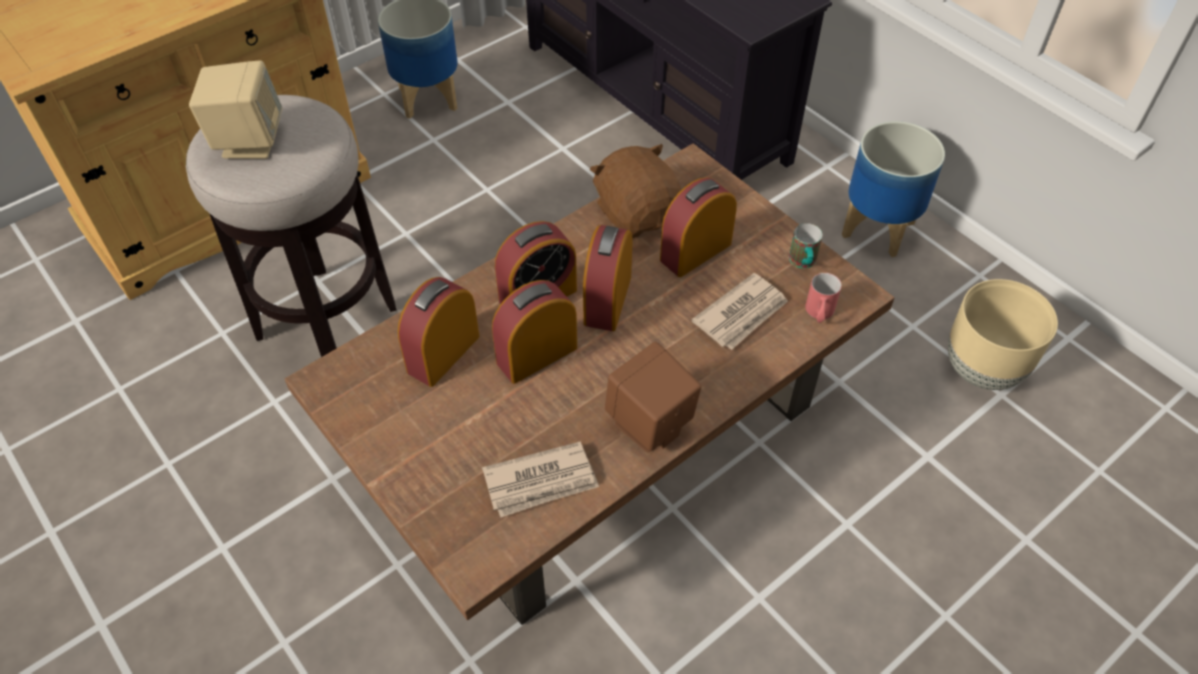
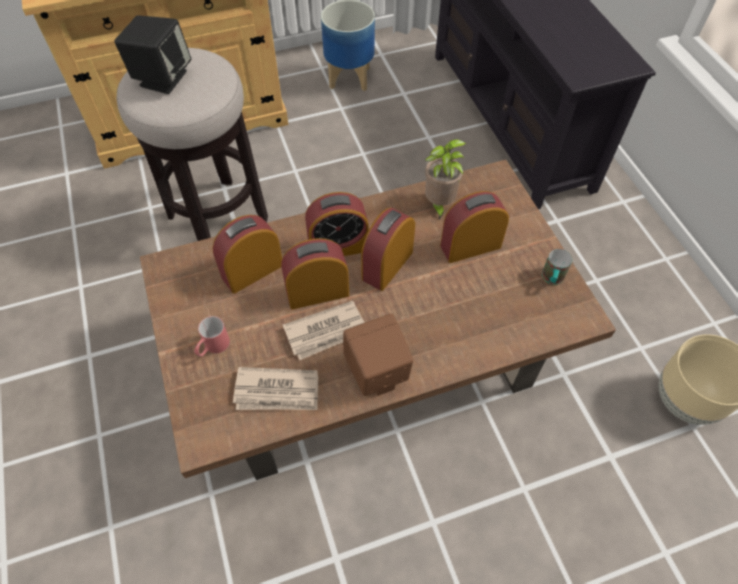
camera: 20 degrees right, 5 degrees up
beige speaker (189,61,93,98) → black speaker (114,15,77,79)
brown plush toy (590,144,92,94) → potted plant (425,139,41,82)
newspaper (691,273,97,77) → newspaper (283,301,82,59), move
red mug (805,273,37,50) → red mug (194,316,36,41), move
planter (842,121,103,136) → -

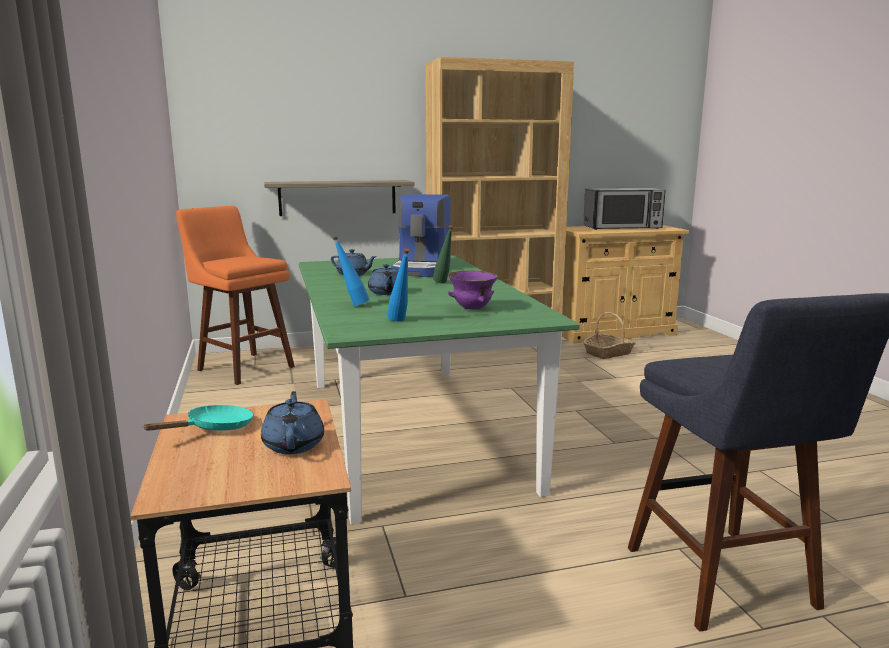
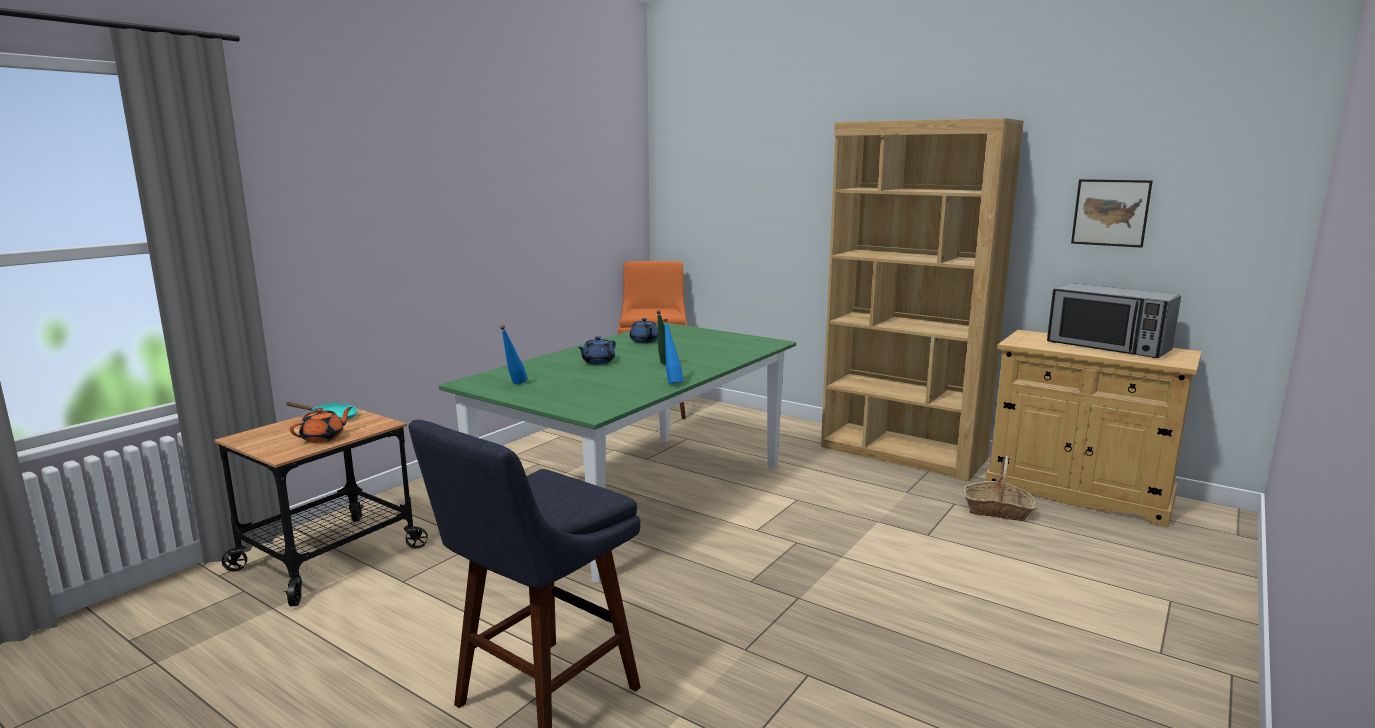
camera: 50 degrees right, 0 degrees up
blue teapot (261,391,63,63) → orange teapot (290,407,62,36)
shelf (264,180,151,36) → -
blue bottle (333,237,37,69) → blue bottle (663,319,21,65), move
coffee machine (391,194,60,83) → -
purple bowl (448,271,50,38) → -
- → picture (1071,179,82,69)

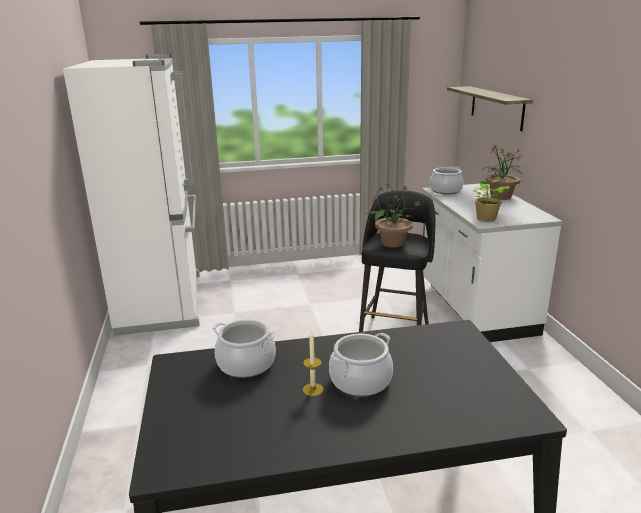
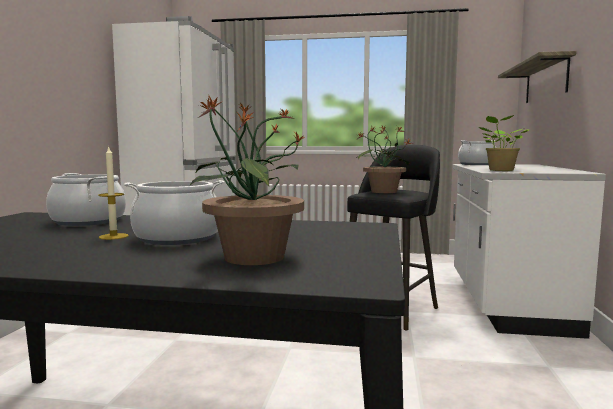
camera: 20 degrees right, 15 degrees down
potted plant (482,145,42,55) → potted plant (189,94,116,171), move

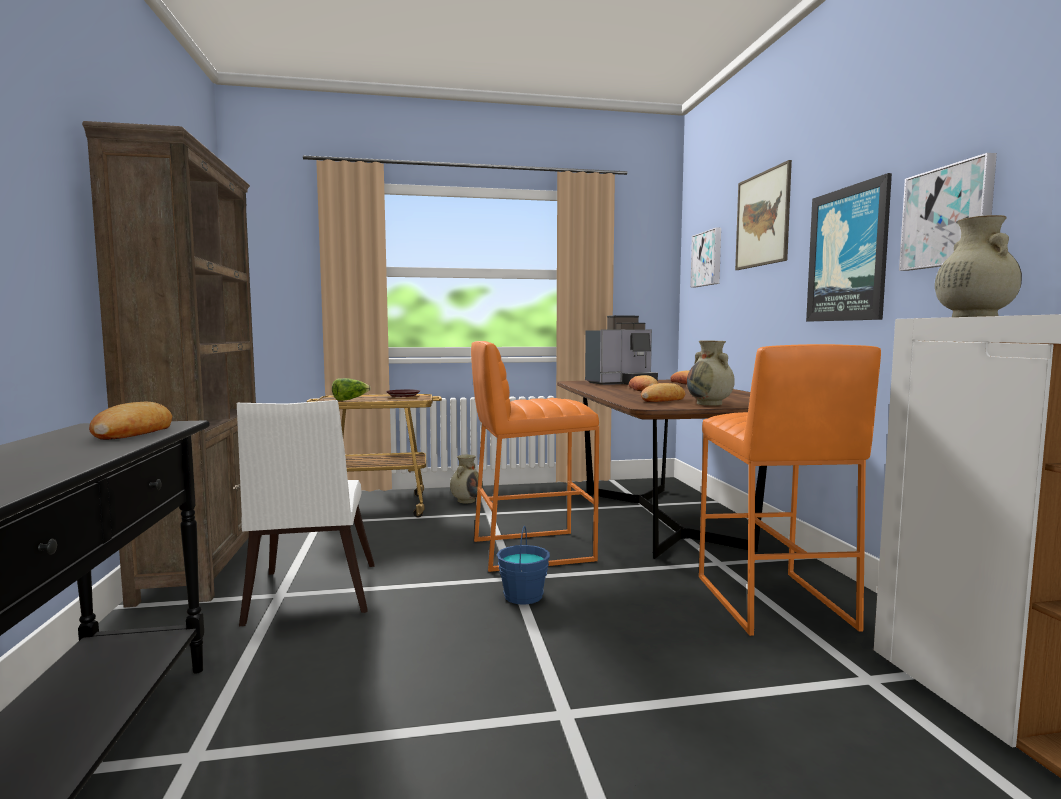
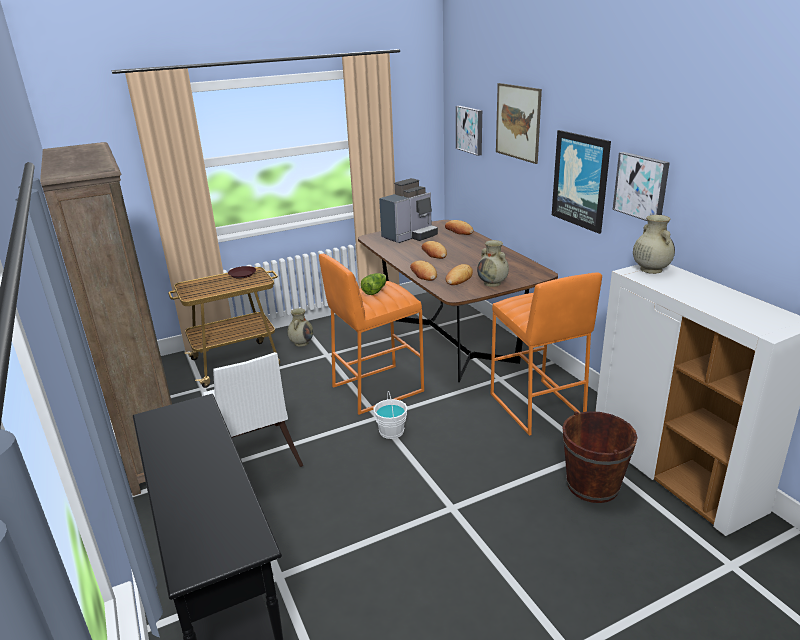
camera: 15 degrees left, 20 degrees up
bread (89,402,83,38) → bread (410,261,27,20), move
lettuce (332,378,39,23) → lettuce (361,273,25,22), move
blue bucket (497,526,53,79) → white bucket (374,391,34,48)
- → brown bucket (562,411,76,92)

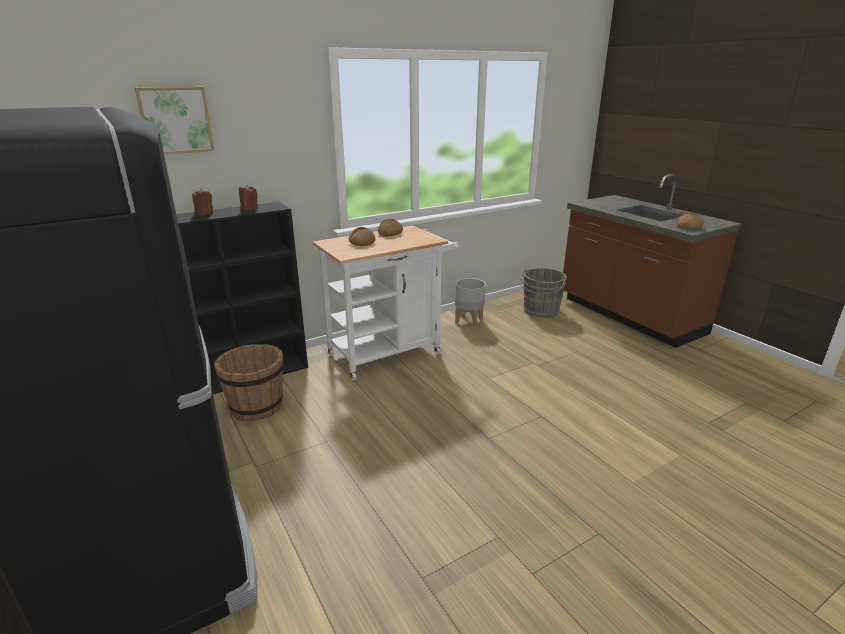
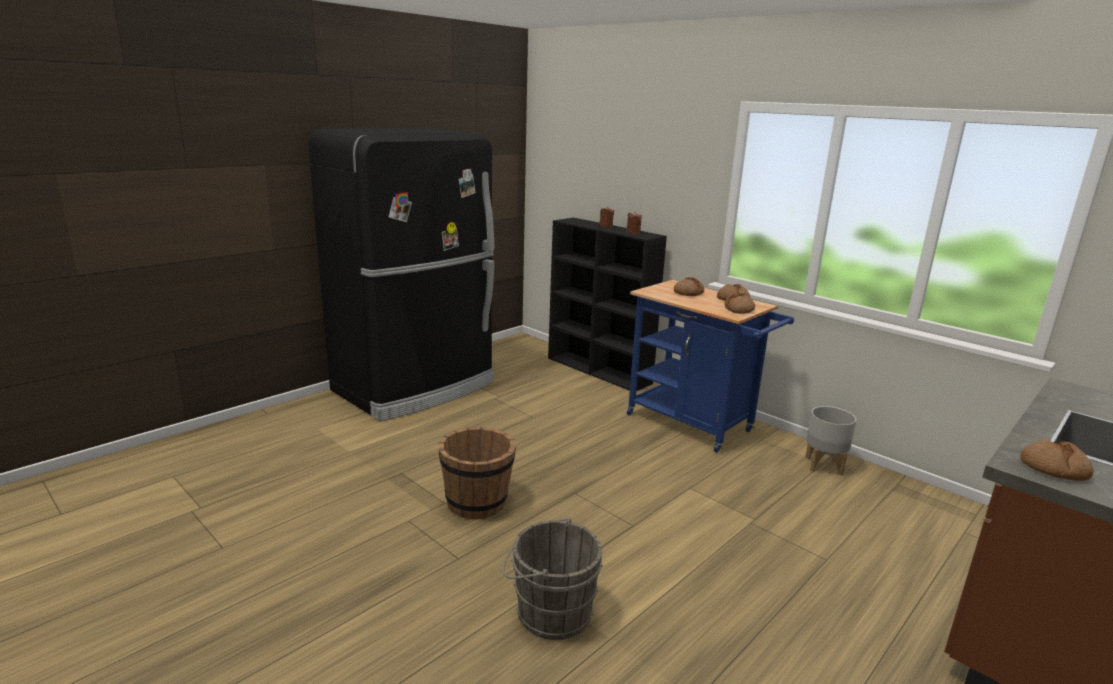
camera: 75 degrees right, 5 degrees down
picture (135,87,79,67) → -
brown bucket (215,344,69,77) → brown bucket (438,427,78,93), move
white cart (313,225,146,155) → blue cart (627,280,167,172)
grey bucket (519,268,48,50) → grey bucket (502,518,101,122), move
- → bread (724,293,31,21)

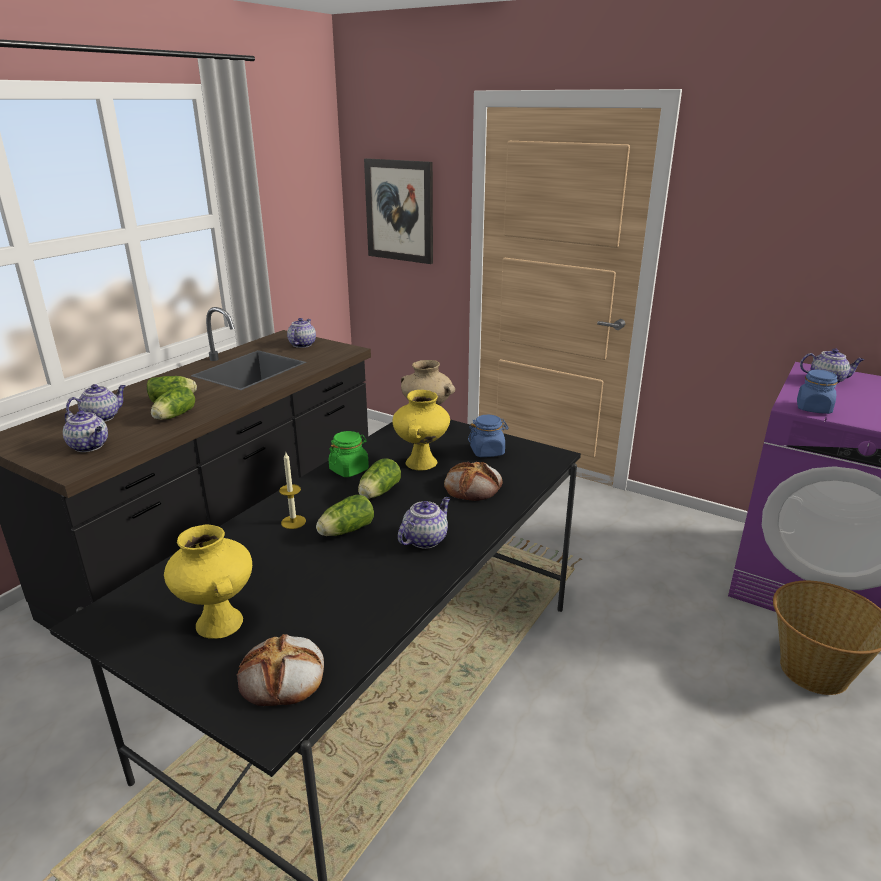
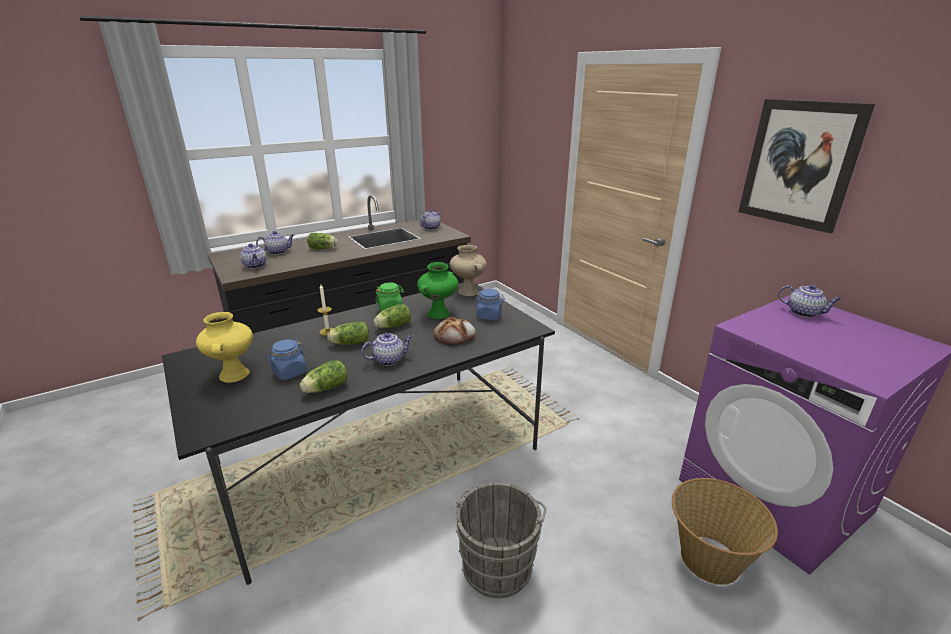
camera: 25 degrees right, 0 degrees up
lettuce (151,386,44,34) → lettuce (300,360,48,33), move
bread (237,634,87,72) → -
picture (364,158,69,106) → picture (738,99,137,134), move
yellow vase (392,390,58,81) → green vase (417,262,41,57)
blue jar (797,369,41,45) → blue jar (266,339,41,41), move
- → grey bucket (456,483,90,115)

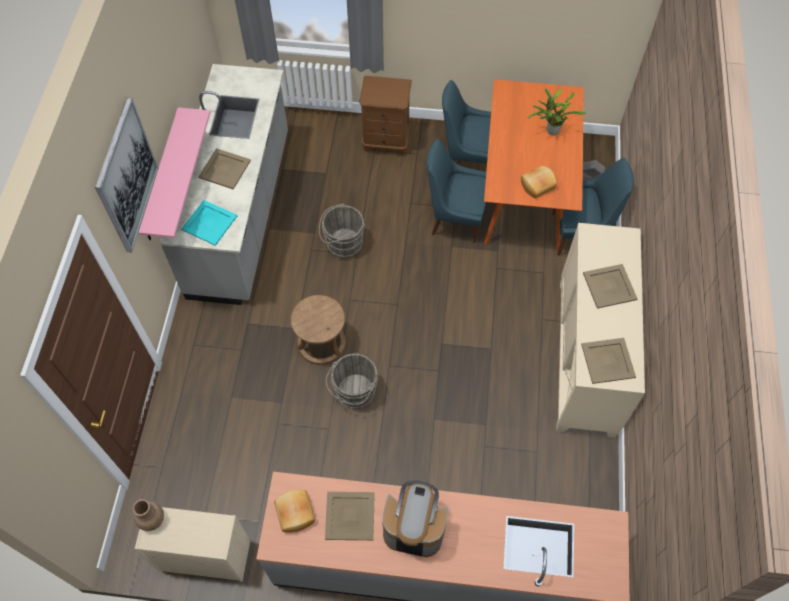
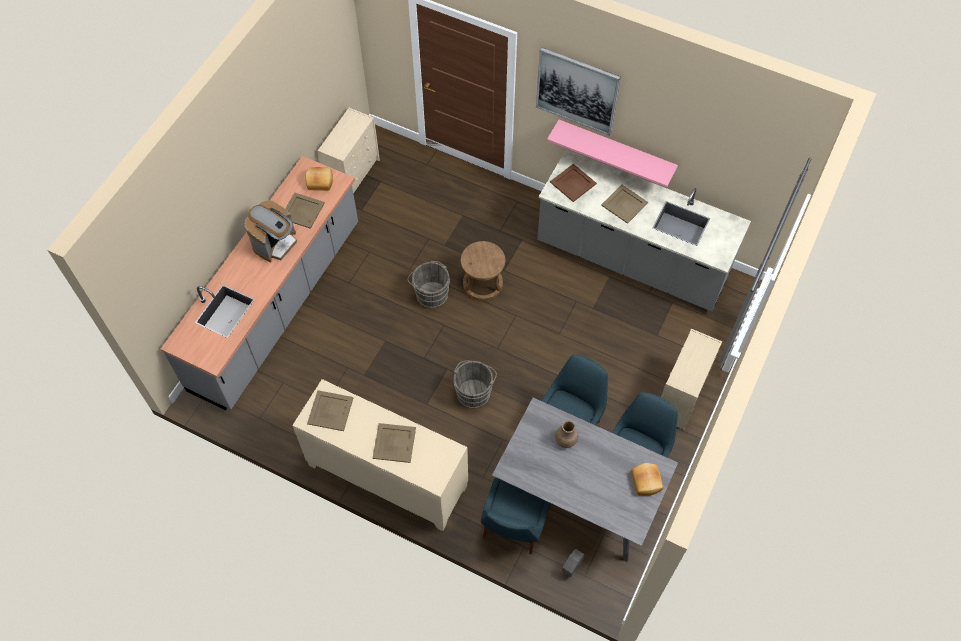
camera: 110 degrees right, 0 degrees up
brown vase (133,499,31,32) → brown vase (555,420,23,28), move
turquoise tray (181,200,56,46) → brown tray (550,164,47,38)
grey bucket (319,204,46,54) → grey bucket (453,361,44,47), move
brown nightstand (359,76,53,79) → beige dresser (661,329,61,101)
orange dining table (484,79,100,172) → grey dining table (492,398,186,164)
bread (521,166,36,33) → bread (631,463,32,33), move
potted plant (528,89,58,47) → -

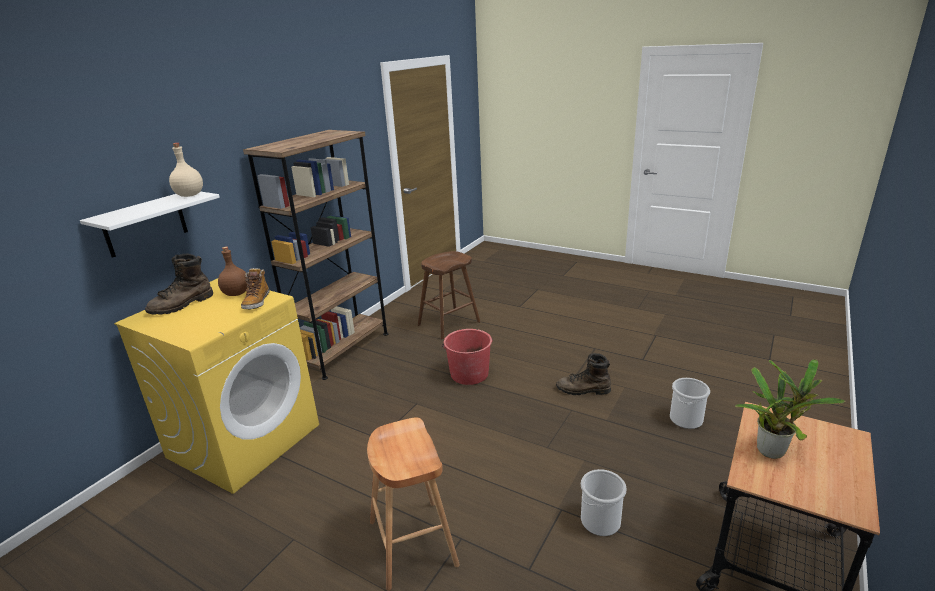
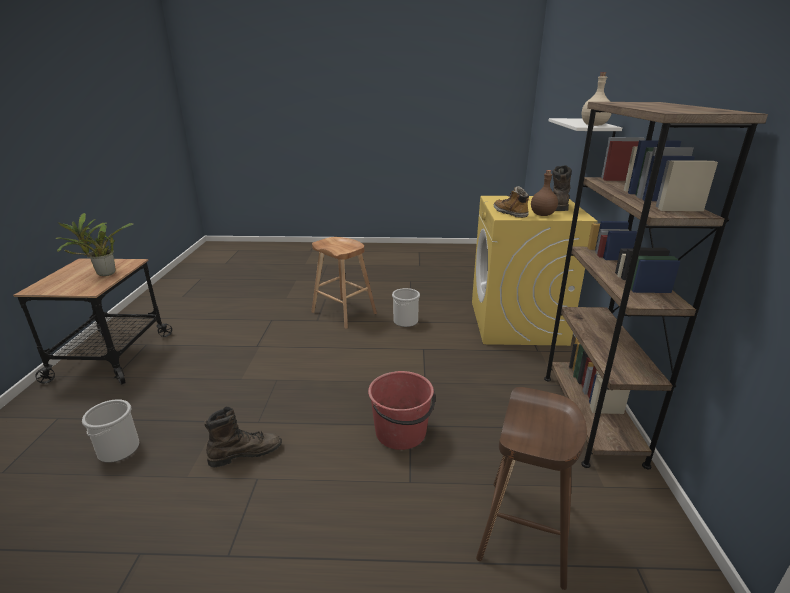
camera: 150 degrees right, 0 degrees up
bucket (581,469,46,67) → bucket (392,288,28,39), move

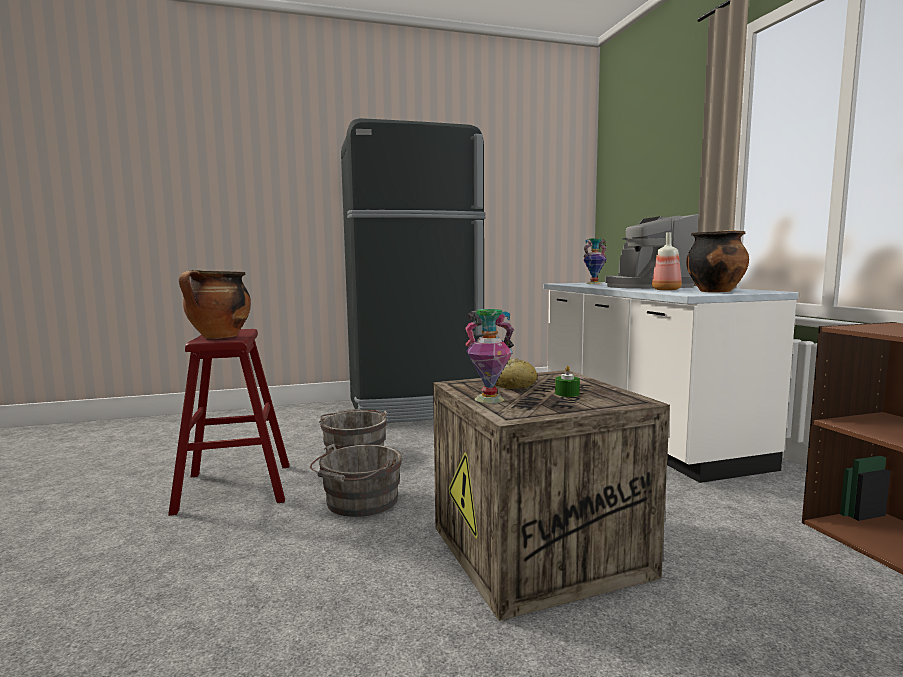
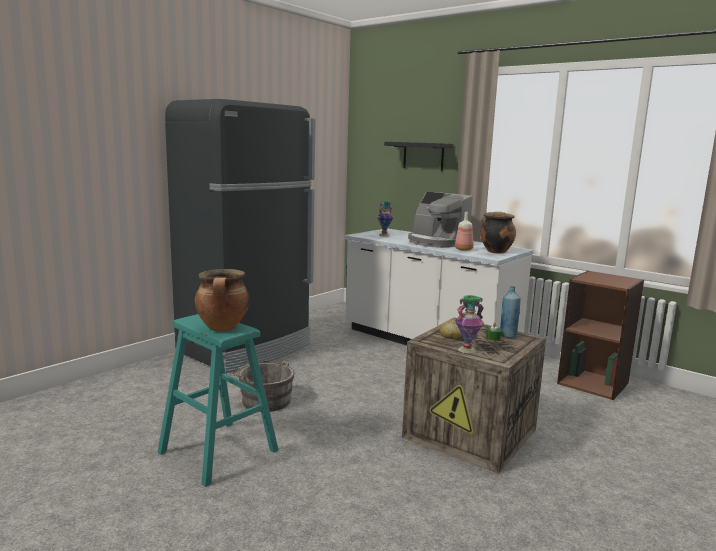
camera: 35 degrees left, 5 degrees up
red stool (168,329,121,187) → turquoise stool (158,314,121,173)
grey bucket (310,444,92,73) → -
- → black shelf (384,142,69,29)
- → blue bottle (500,286,20,52)

